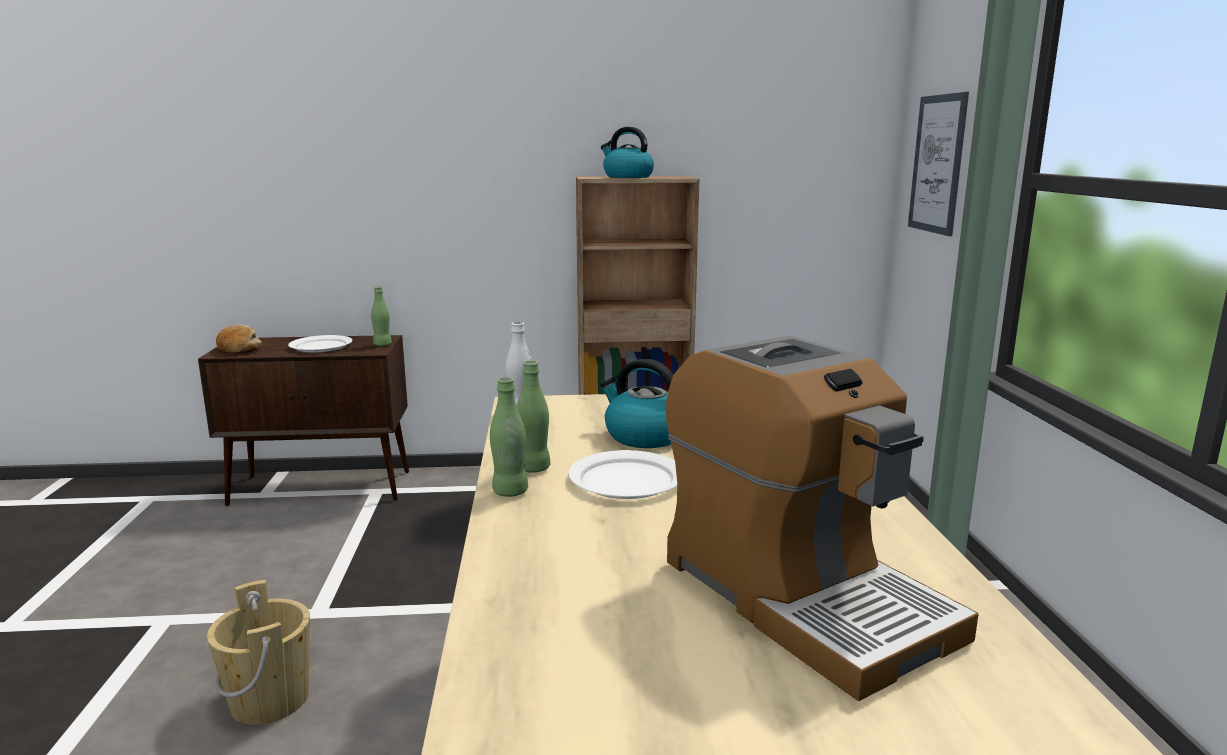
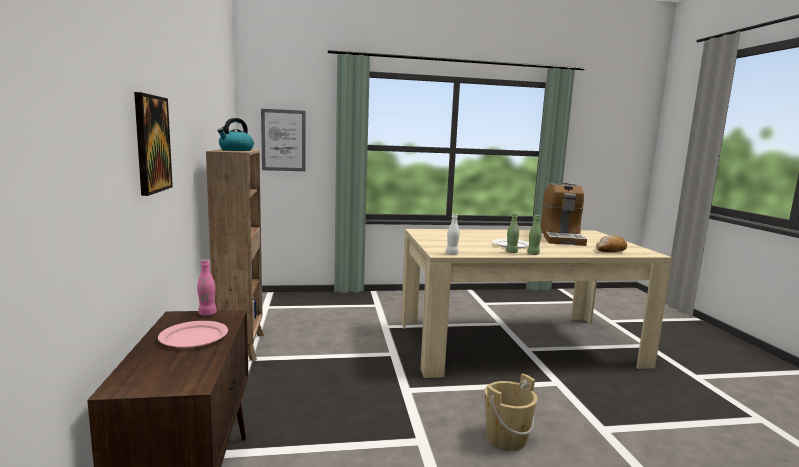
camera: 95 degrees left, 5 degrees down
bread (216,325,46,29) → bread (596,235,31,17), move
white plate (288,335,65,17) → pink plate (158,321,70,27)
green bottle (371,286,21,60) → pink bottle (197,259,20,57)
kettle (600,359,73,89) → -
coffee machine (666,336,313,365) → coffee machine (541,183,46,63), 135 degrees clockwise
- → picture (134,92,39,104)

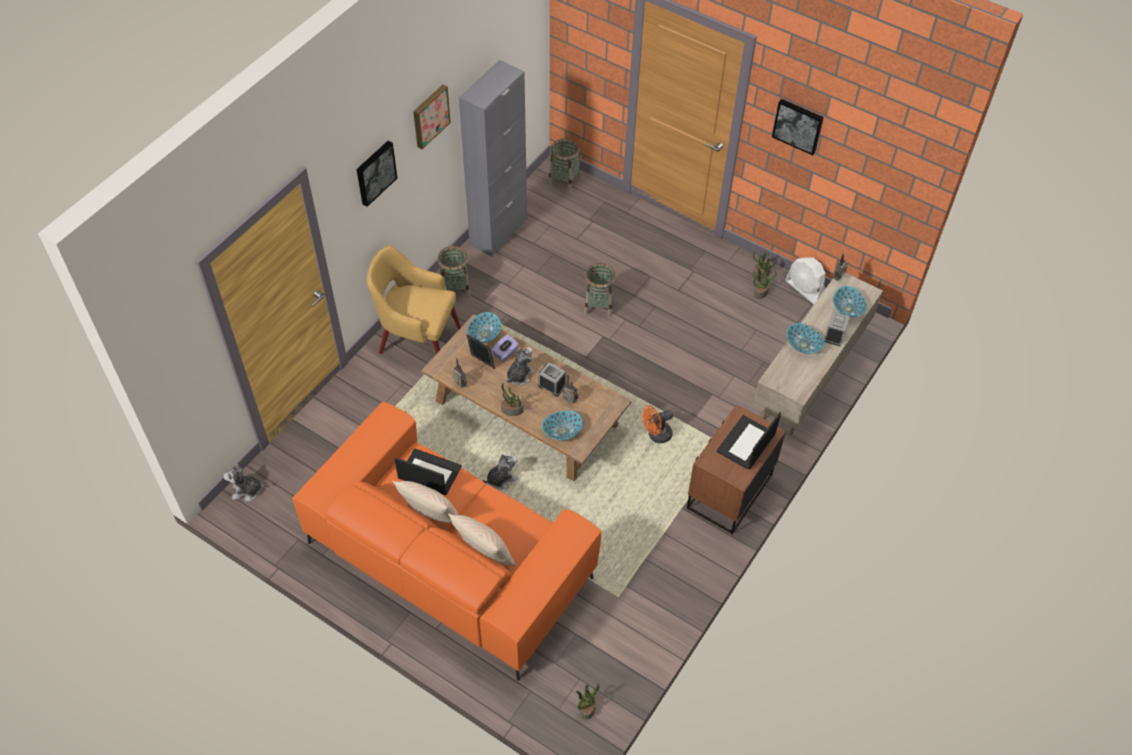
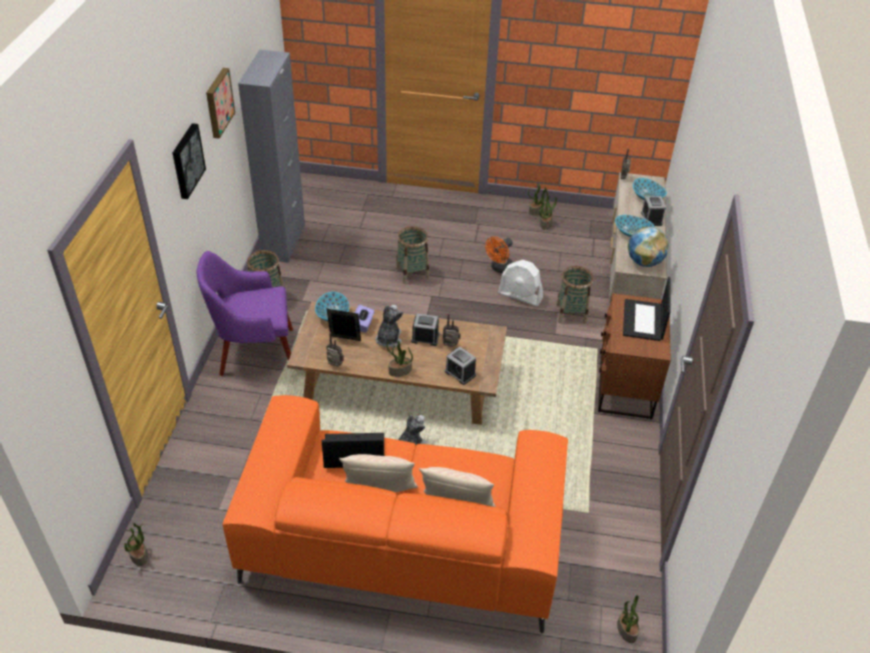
camera: 25 degrees left, 10 degrees down
plush toy (223,462,43,40) → potted plant (124,523,24,43)
yellow armchair (367,245,94,109) → purple armchair (196,251,97,125)
bowl (542,410,41,30) → alarm clock (445,347,31,38)
basket (548,138,33,55) → basket (556,266,38,58), move
orange fan (642,405,31,38) → orange fan (485,236,28,37), move
picture (772,99,52,56) → -
white fan (785,257,40,47) → white fan (498,260,45,46), move
- → globe (628,226,41,41)

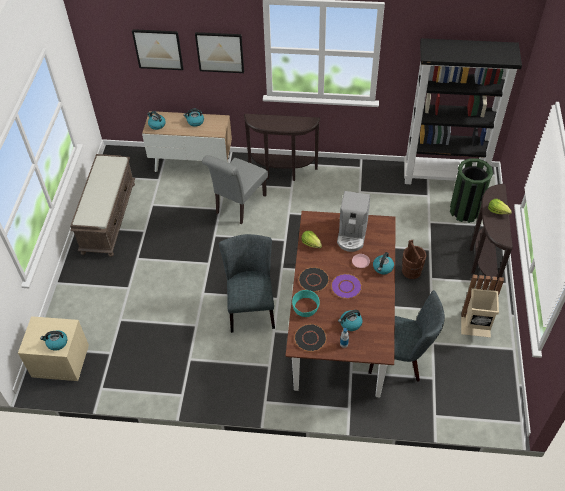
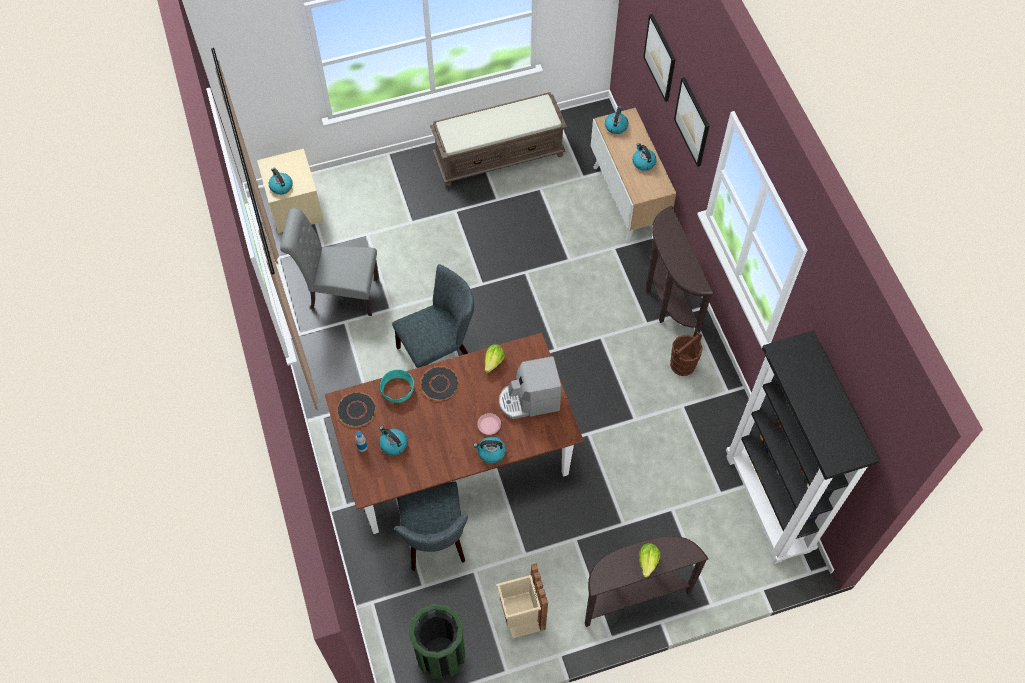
camera: 65 degrees right, 10 degrees up
grey chair (202,155,66,69) → grey chair (280,208,99,108), move
purple plate (331,274,31,25) → -
brown bucket (402,240,25,39) → brown bucket (670,332,33,44), move
green trash can (450,158,43,65) → green trash can (409,604,56,76), move

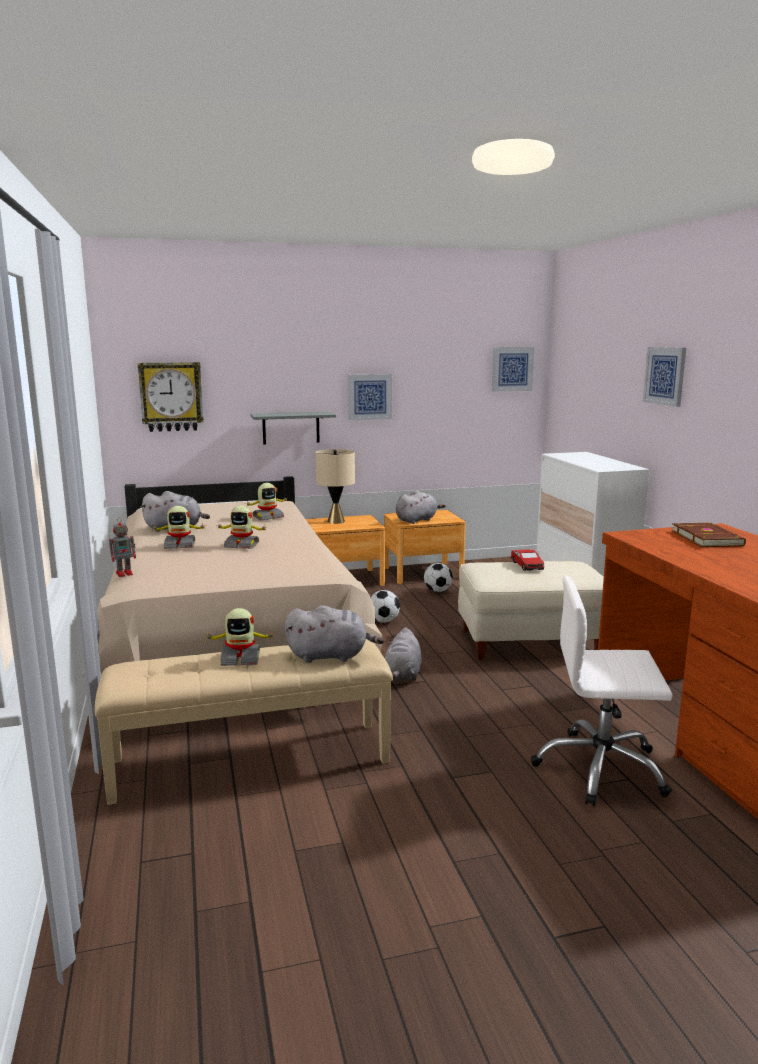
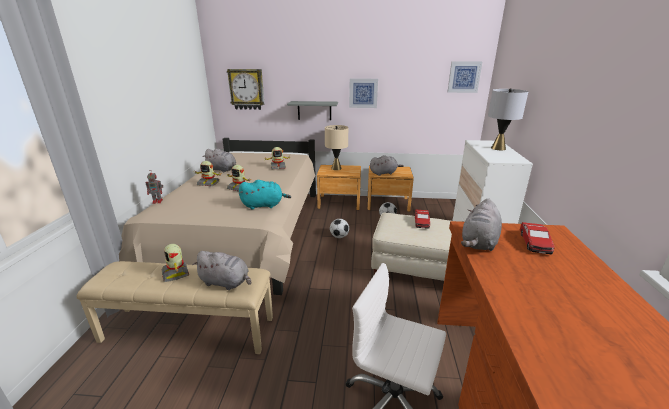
camera: 20 degrees right, 10 degrees up
toy robot (203,608,72,58) → toy robot (162,244,27,38), 45 degrees clockwise
grey plush toy (385,627,37,54) → grey plush toy (461,198,41,53), move
picture (643,347,43,60) → -
brown book (672,522,74,25) → toy car (520,222,35,32)
- → turquoise plush toy (239,180,52,30)
- → grey table lamp (488,88,40,62)

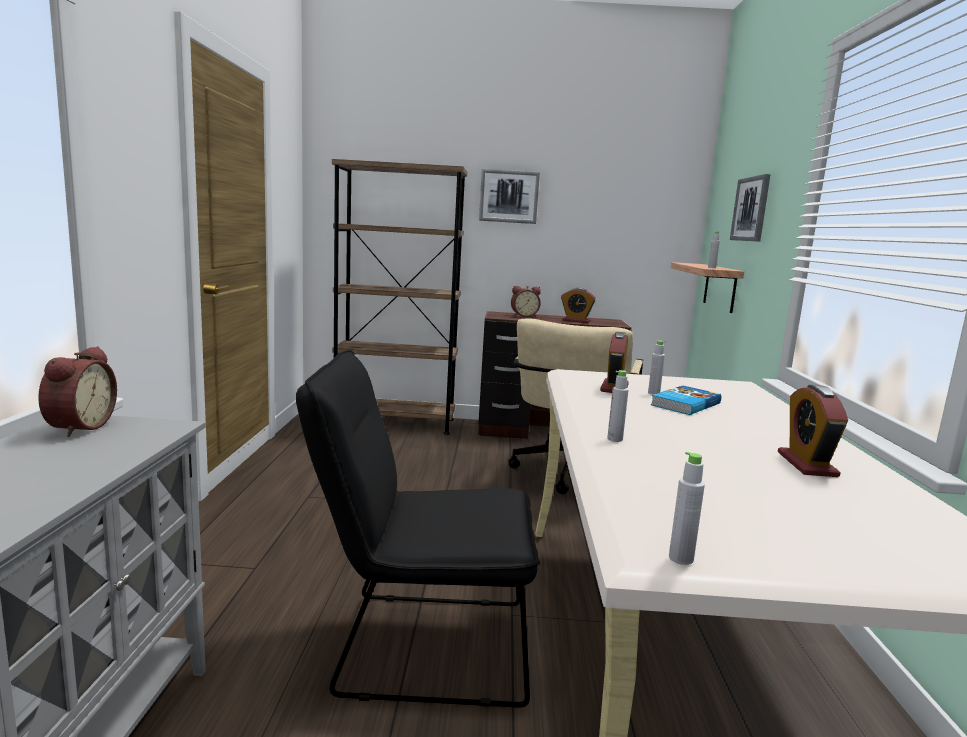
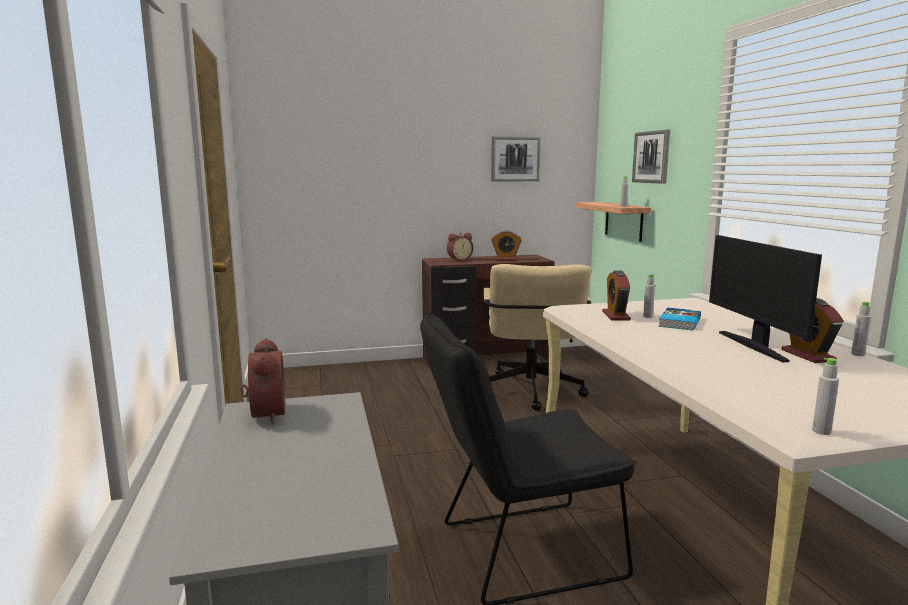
camera: 15 degrees left, 0 degrees up
brown bookcase (332,159,135,276) → -
picture (479,169,61,55) → picture (491,136,50,46), move
grey bottle (607,370,22,72) → grey bottle (851,302,20,54), move
- → monitor (709,235,113,127)

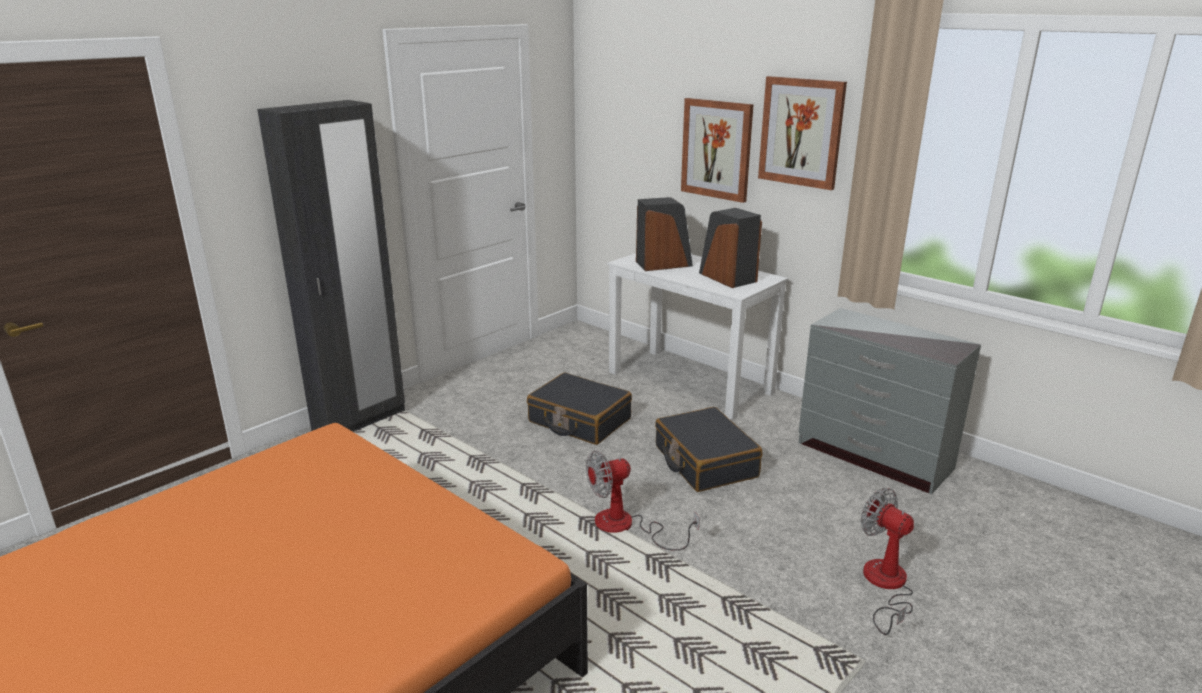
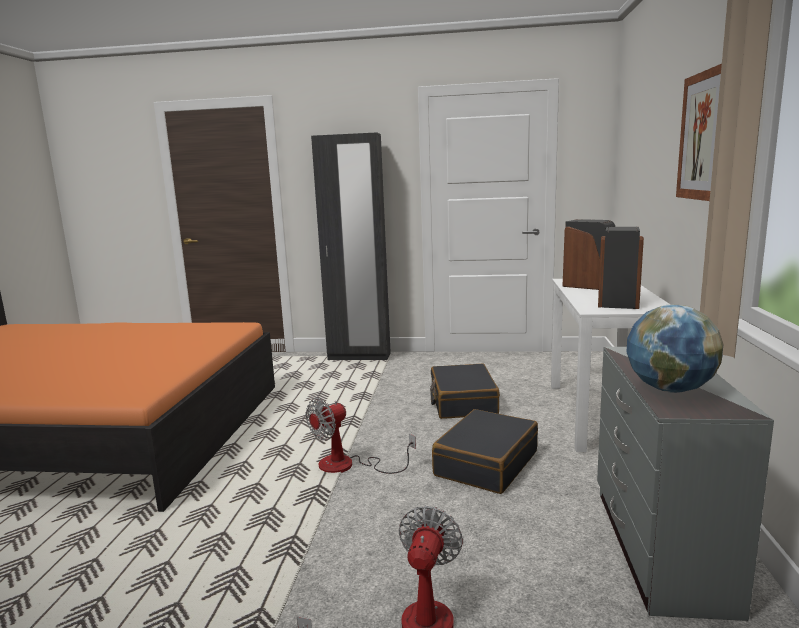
camera: 55 degrees right, 10 degrees down
fan (586,450,114,101) → fan (306,398,110,76), 75 degrees counterclockwise
picture (681,98,73,105) → -
- → globe (626,305,97,88)

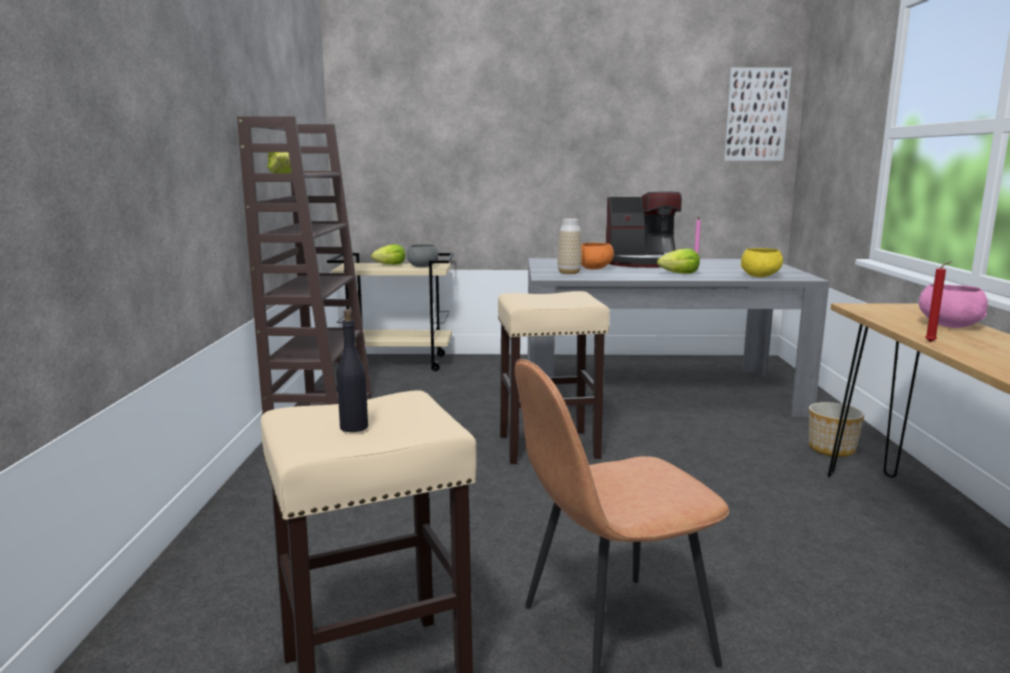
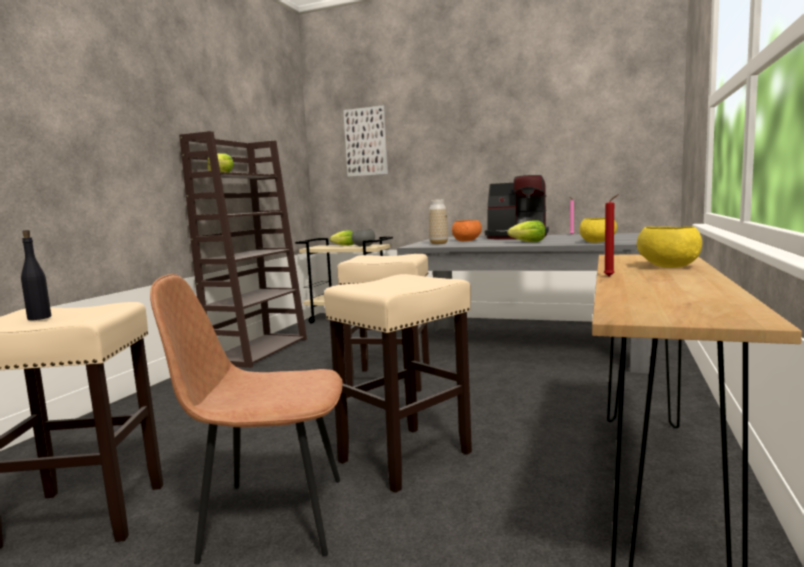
camera: 20 degrees right, 5 degrees down
picture (723,68,68,93) → picture (343,105,45,72), move
planter (809,402,56,55) → -
pink bowl (919,284,69,44) → yellow bowl (637,226,65,42)
- → beige stool (324,274,148,219)

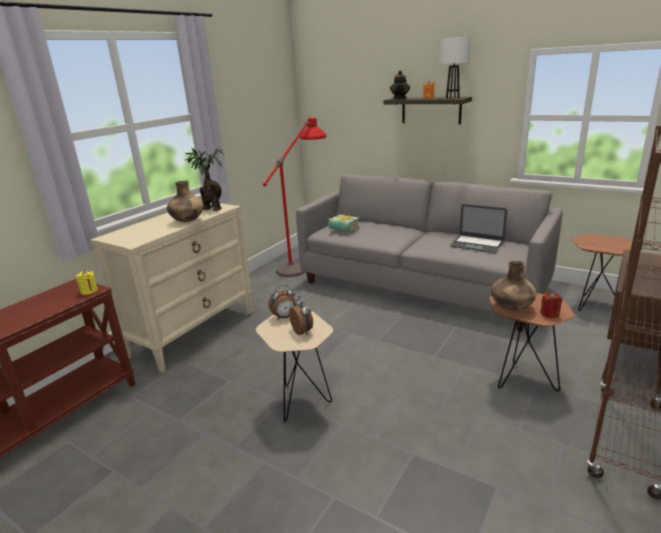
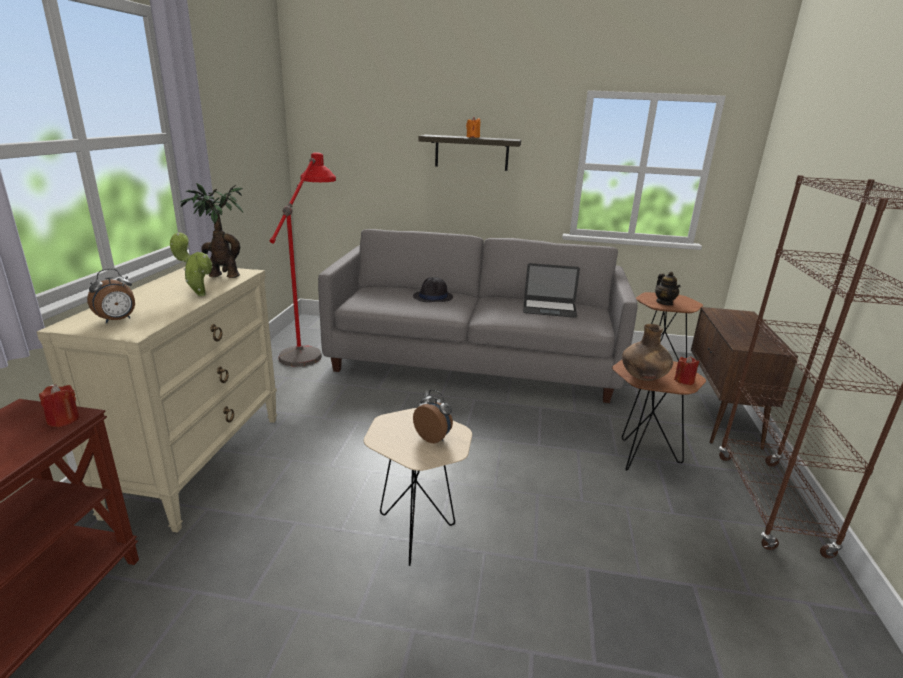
camera: 25 degrees left, 0 degrees up
yellow candle (76,270,22,25) → red candle (39,384,40,43)
brown vase (167,180,37,42) → potted plant (170,232,43,64)
alarm clock (268,285,28,34) → alarm clock (87,269,48,55), move
book (328,214,32,19) → -
teapot (390,70,20,29) → teapot (655,271,26,35), move
white table lamp (439,37,32,62) → -
- → black hat (413,277,40,25)

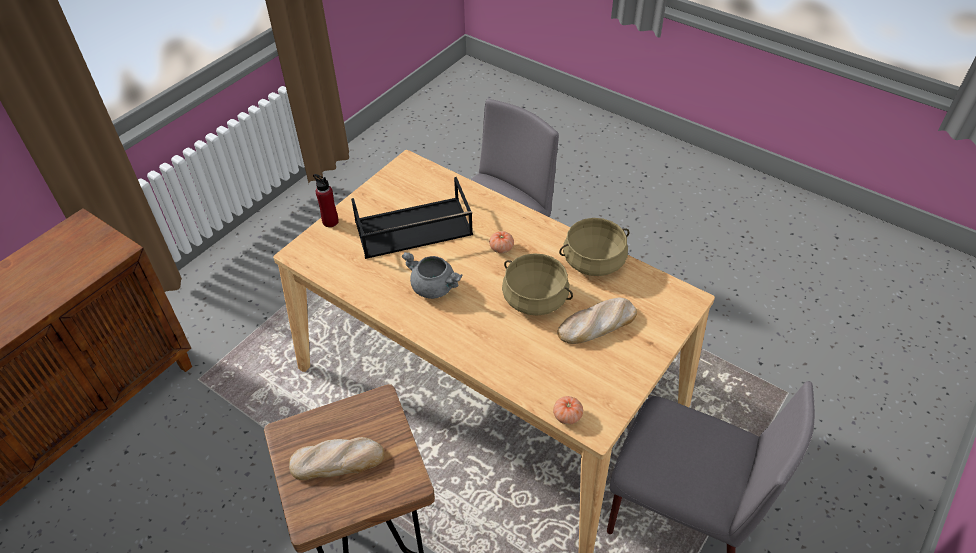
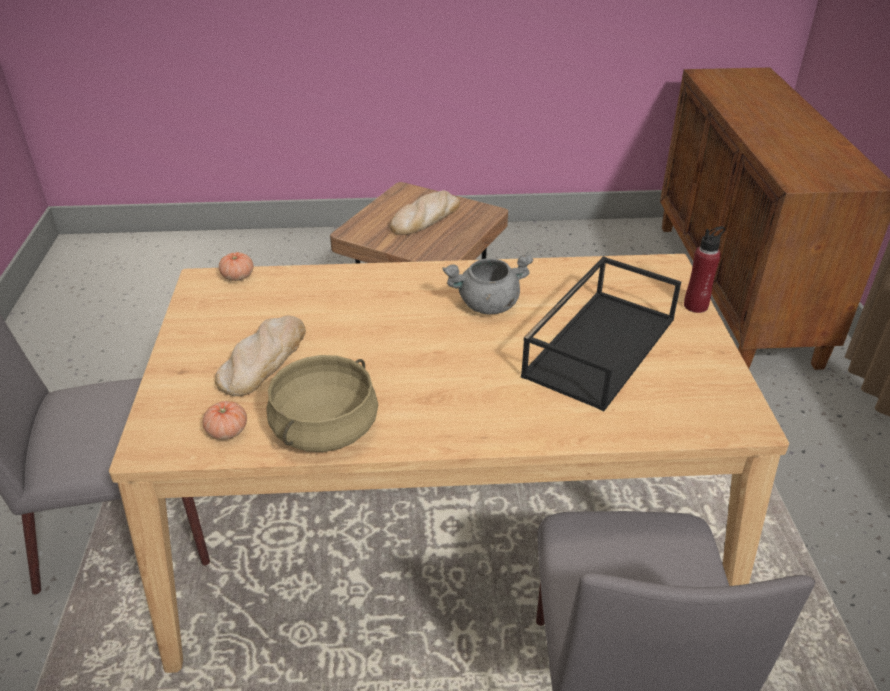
camera: 140 degrees right, 10 degrees down
tomato (489,231,25,22) → tomato (203,401,44,39), move
beige cooking pot (502,253,71,63) → -

